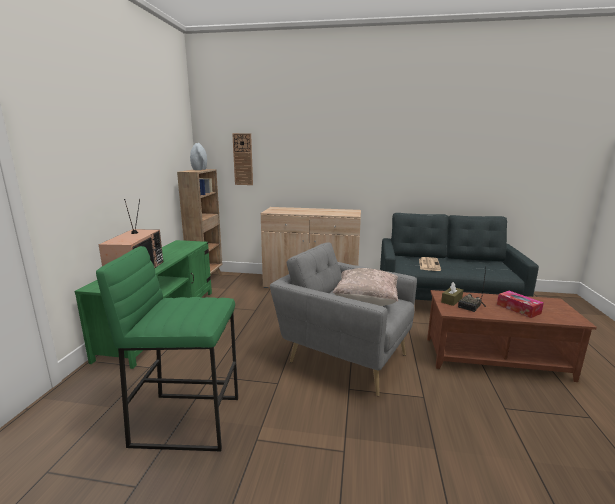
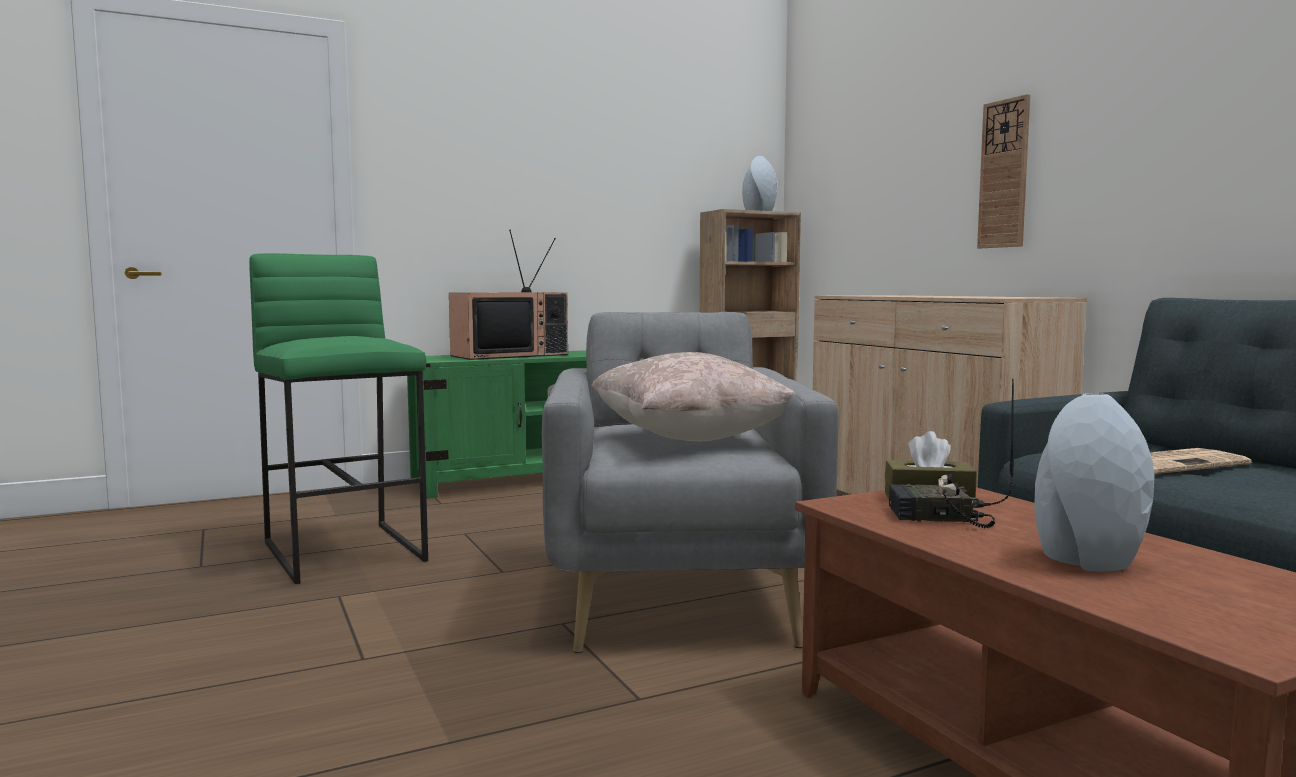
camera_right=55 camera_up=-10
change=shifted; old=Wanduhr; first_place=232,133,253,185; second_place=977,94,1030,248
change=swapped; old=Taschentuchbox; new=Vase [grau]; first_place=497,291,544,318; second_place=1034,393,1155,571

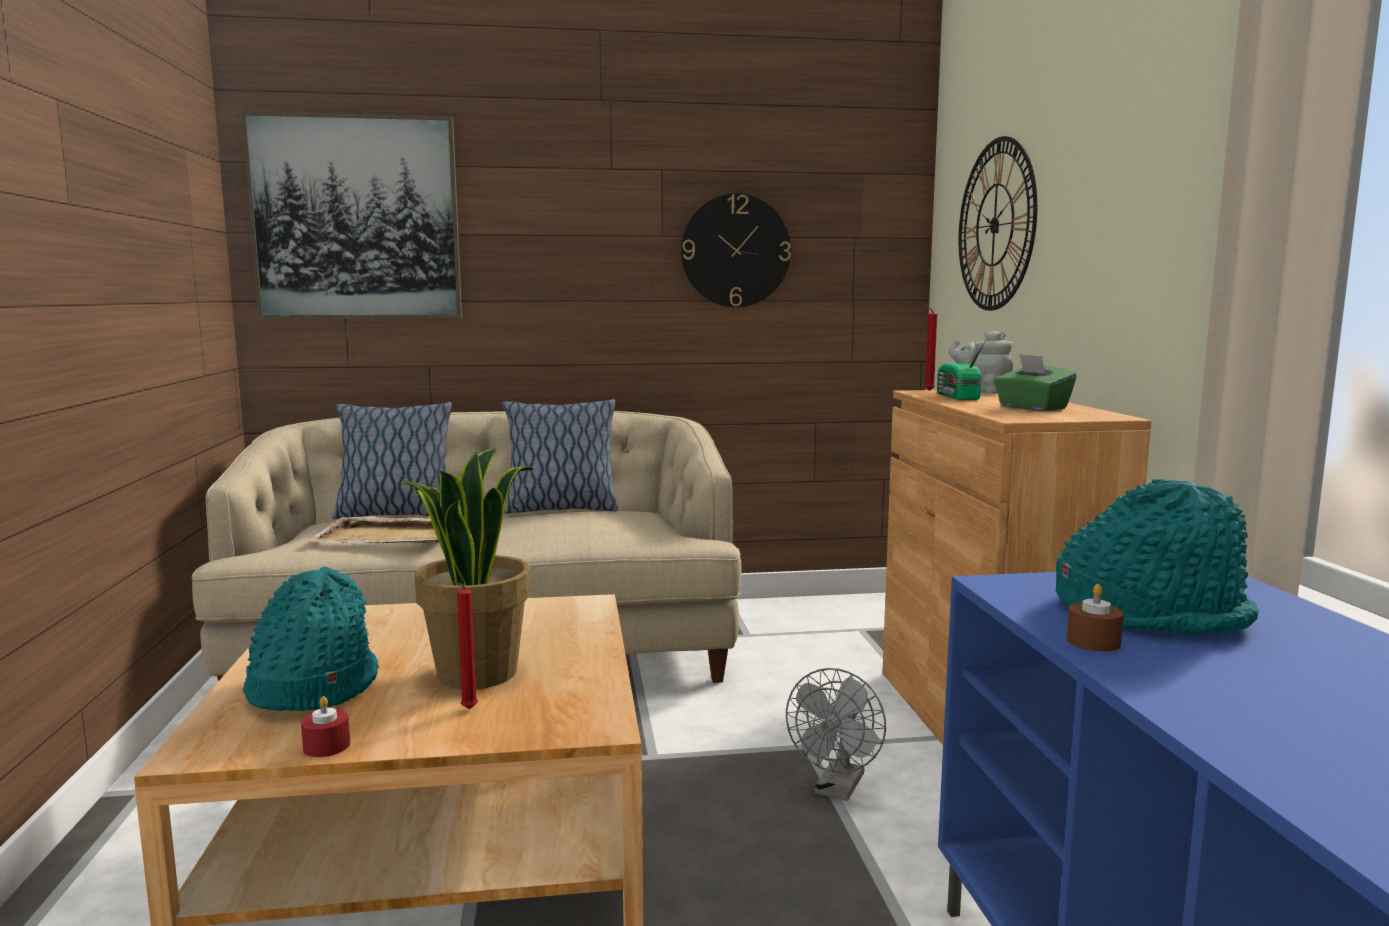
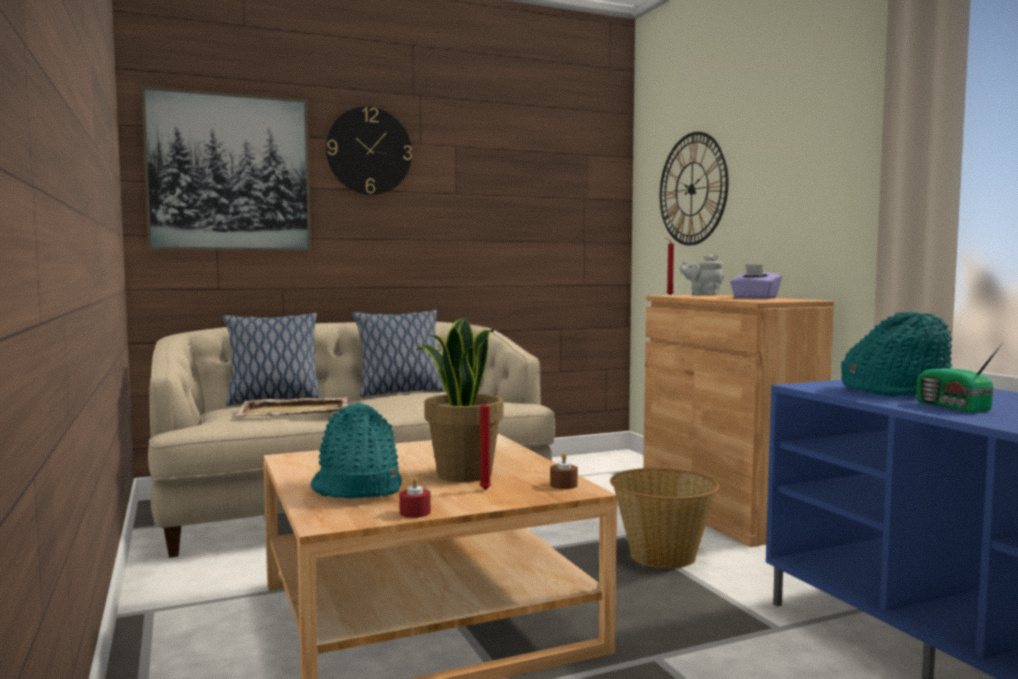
camera_right=-15 camera_up=-5
change=shifted; old=Wanduhr; first_place=681,193,791,307; second_place=326,106,412,195
change=shifted; old=Kerze [braun]; first_place=1067,584,1124,652; second_place=550,453,578,489
change=swapped; old=Ventilator [grau]; new=Korb; first_place=786,668,886,801; second_place=610,468,719,569
change=repainted; old=Taschentuchbox [grün]; new=Taschentuchbox [lila]; first_place=994,354,1077,411; second_place=730,264,782,299
change=shifted; old=Radio; first_place=937,339,986,400; second_place=917,344,1002,412

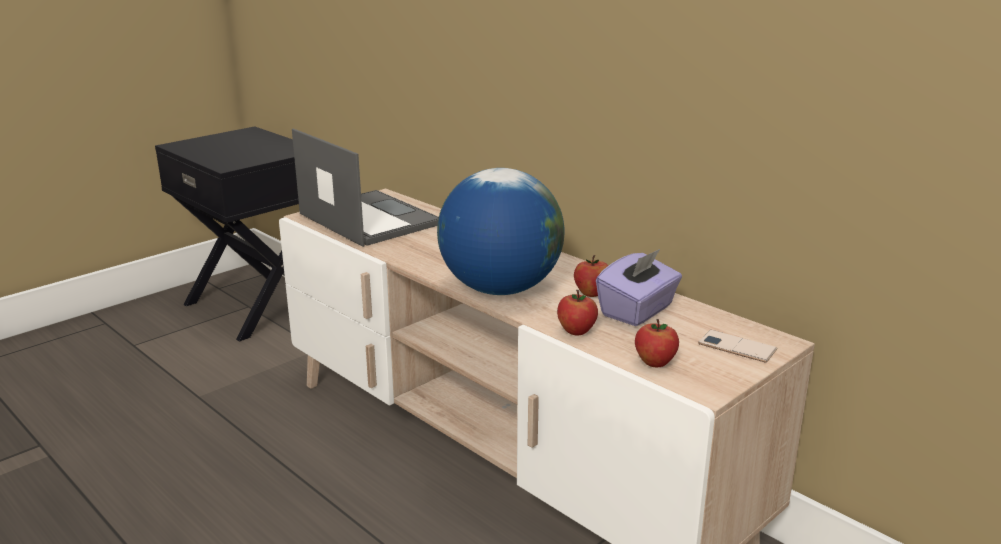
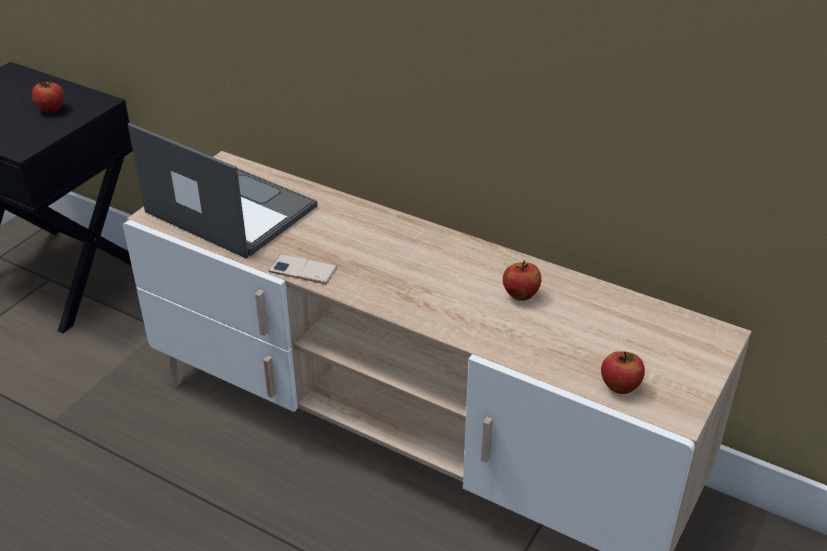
camera_right=-15 camera_up=15
change=shifted; old=Apfel; first_place=557,290,598,335; second_place=32,79,65,113
change=shifted; old=Handy; first_place=698,330,777,362; second_place=269,254,337,284
change=gone; old=Globus; first_place=437,168,565,295
change=gone; old=Taschentuchbox [lila]; first_place=596,249,682,326

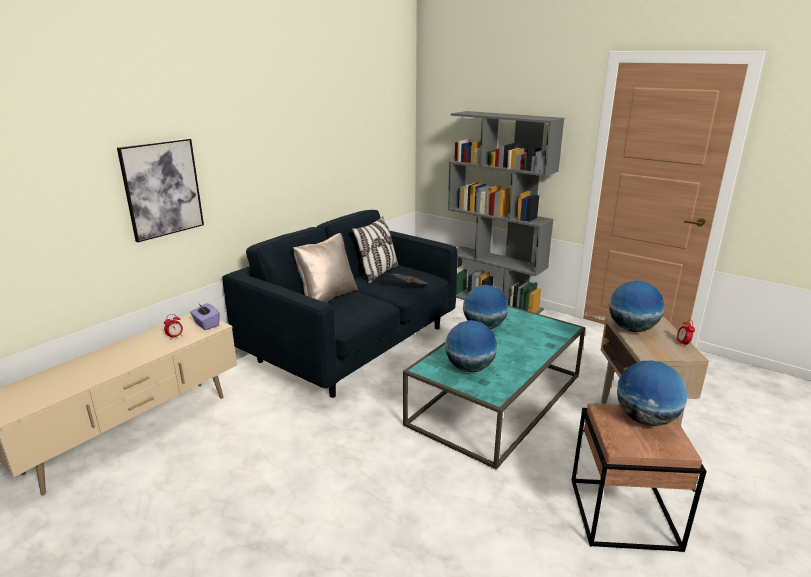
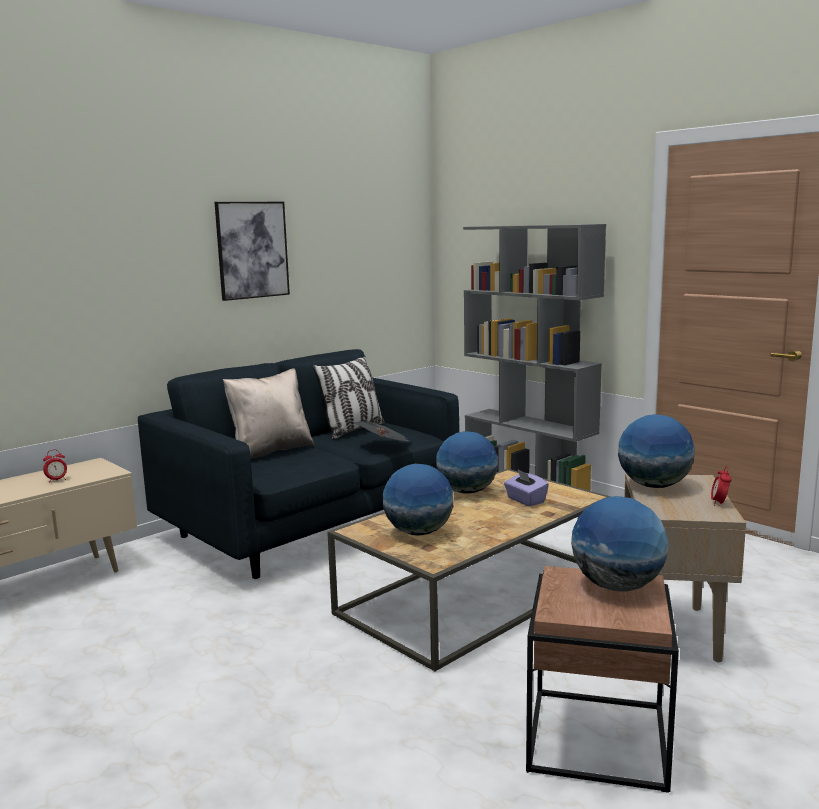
camera_right=10 camera_up=-10
change=shifted; old=Bild; first_place=117,138,204,242; second_place=214,202,290,301
change=repainted; old=Couchtisch [türkis]; new=Couchtisch [braun]; first_place=403,306,585,470; second_place=327,469,611,672
change=shifted; old=Taschentuchbox [lila]; first_place=190,303,220,330; second_place=504,470,549,507

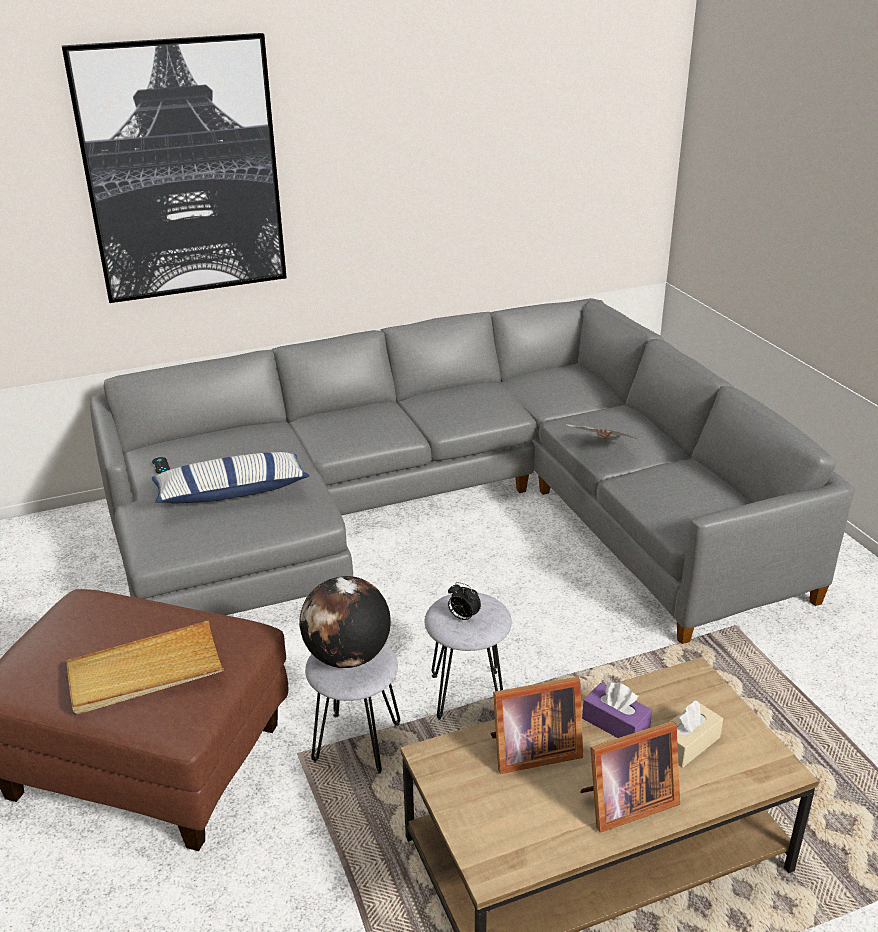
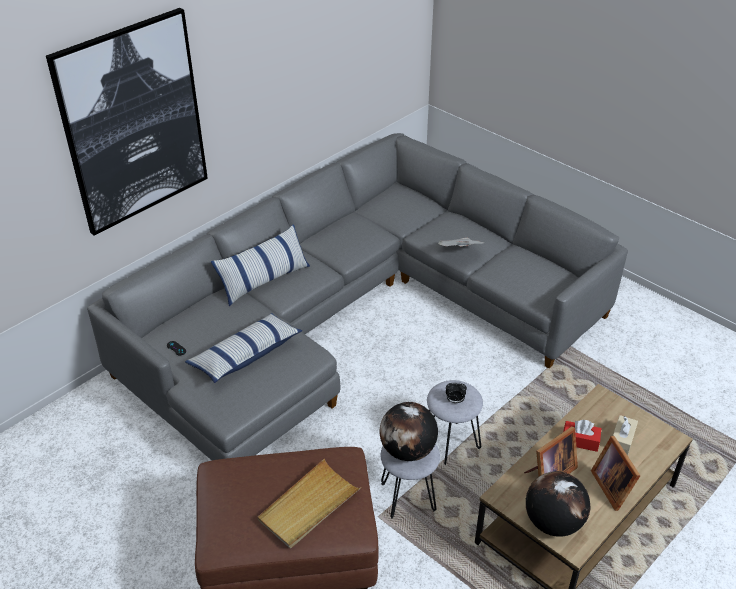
camera_right=-25 camera_up=10
change=new; new=Kissen; second_place=211,224,310,306
change=new; new=Globus; second_place=525,471,591,537
change=repainted; old=Taschentuchbox [lila]; new=Taschentuchbox [rot]; first_place=582,682,652,738; second_place=563,420,602,452
change=rotated; old=Bilderrahmen; first_place=580,721,680,833; second_place=591,436,641,511; degrees=120

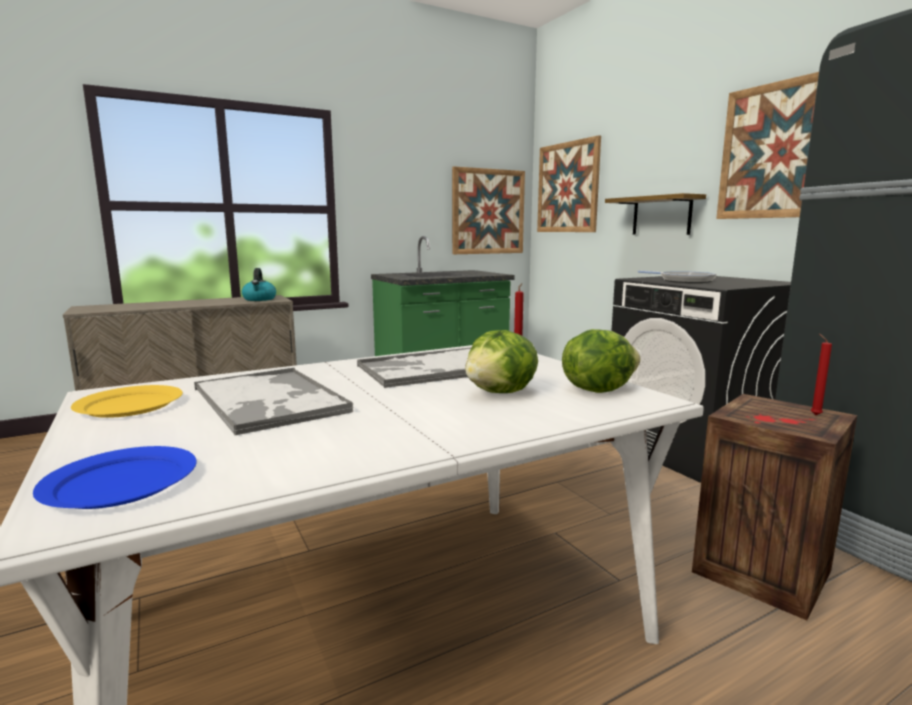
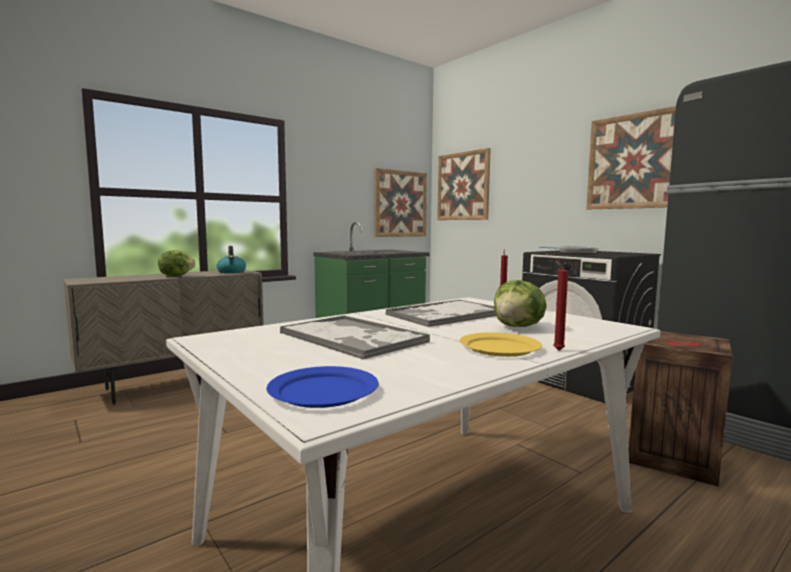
camera_right=-10 camera_up=-5
change=shifted; old=Salatkopf; first_place=562,329,641,393; second_place=158,250,196,277
change=shifted; old=Teller [gelb]; first_place=71,385,183,418; second_place=459,332,542,357
change=shifted; old=Kerze [rot]; first_place=811,334,832,415; second_place=553,261,568,350
change=gone; old=Wandregal; first_place=605,193,706,235

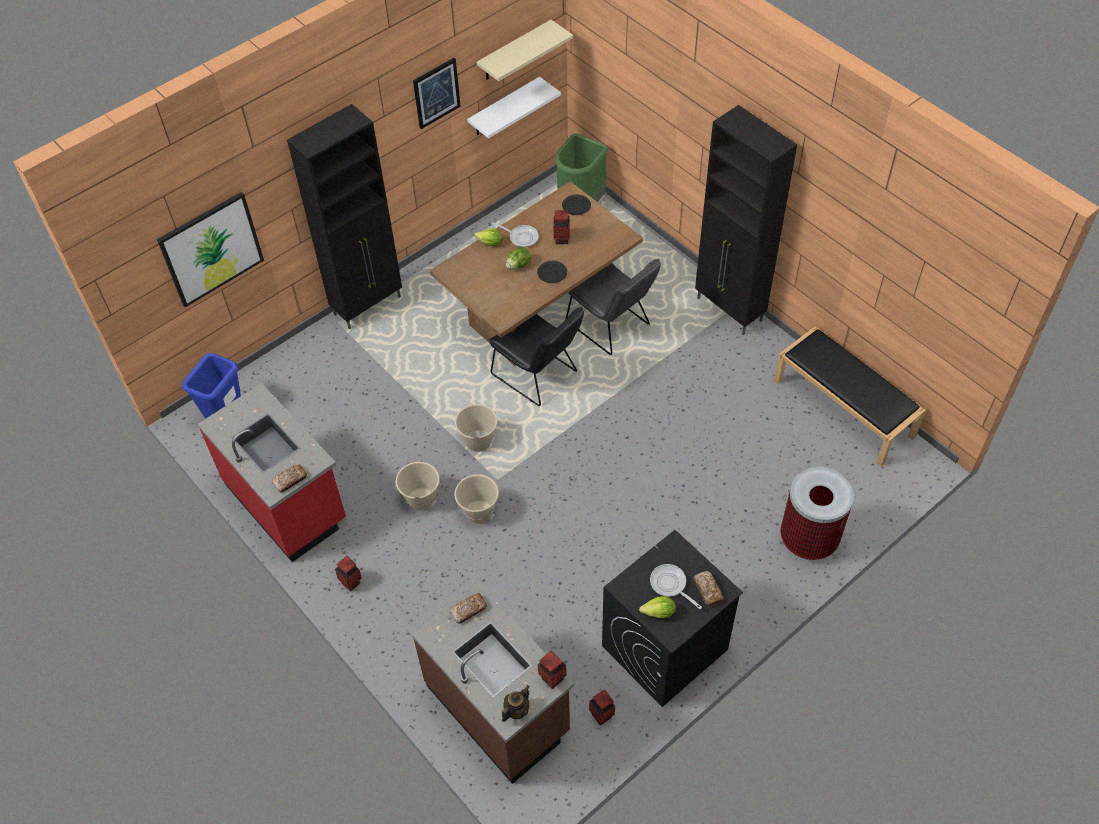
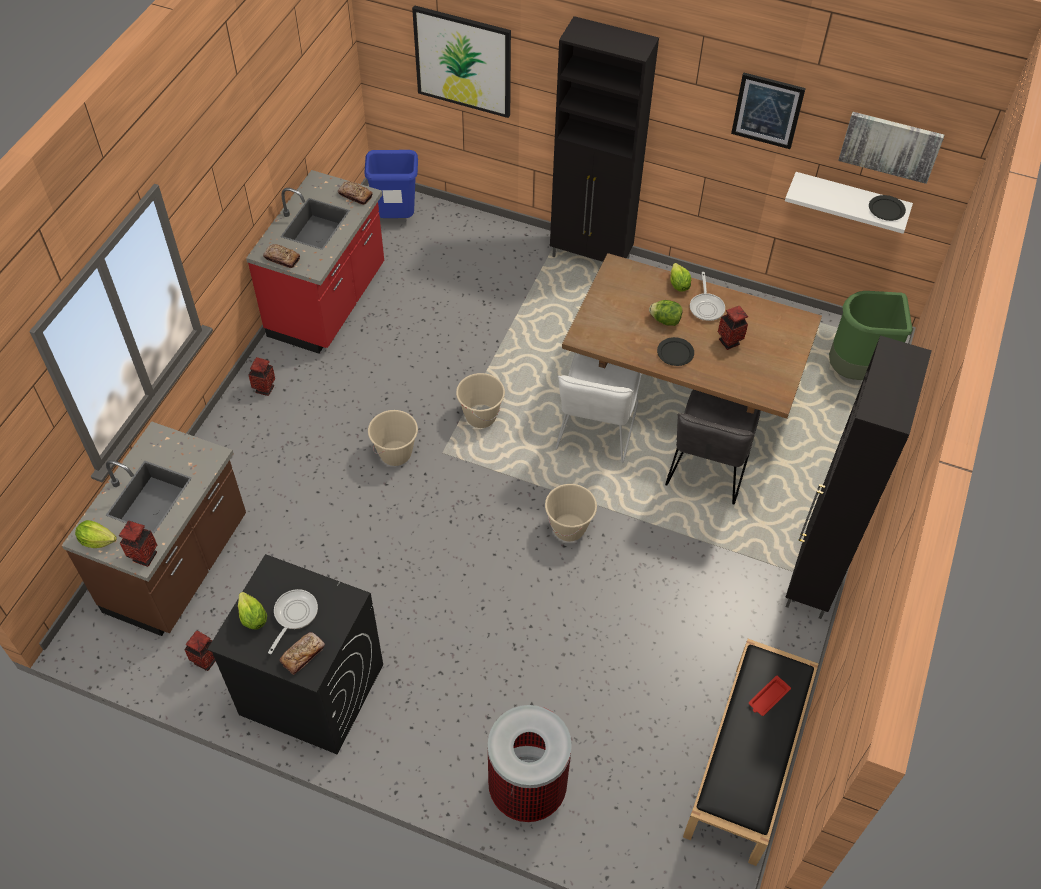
camera_right=60 camera_up=0
change=swapped; old=Teekanne; new=Salatkopf; first_place=502,685,530,722; second_place=75,520,117,548
change=shifted; old=Brot; first_place=449,593,487,624; second_place=338,181,373,205
change=shifted; old=Eimer [beige]; first_place=395,462,440,511; second_place=545,484,597,541
change=repainted; old=Stuhl [schwarz]; new=Stuhl [weiß]; first_place=489,306,584,406; second_place=555,353,642,463
change=new; new=Tablett [rot]; second_place=749,676,791,716
change=swapped; old=Wandregal [beige]; new=Bild; first_place=477,20,573,81; second_place=838,112,944,184
change=shifted; old=Teller [schwarz]; first_place=562,195,591,215; second_place=869,195,906,221

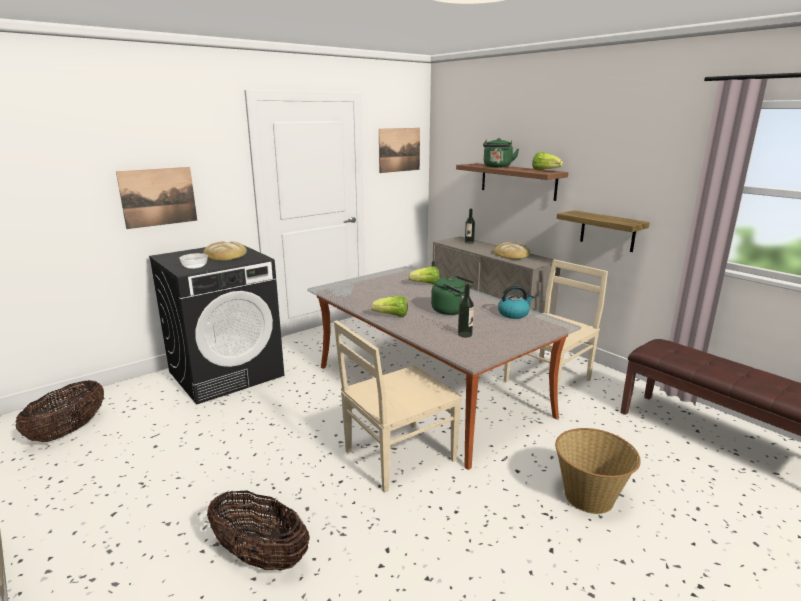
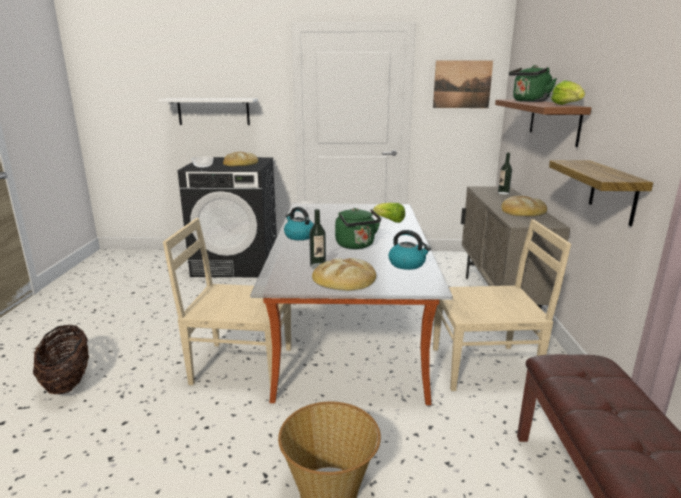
camera_right=40 camera_up=0
change=swapped; old=Bild; new=Wandregal [weiß]; first_place=116,167,197,229; second_place=158,98,258,125
change=swapped; old=Salatkopf; new=Wasserkessel; first_place=371,296,408,317; second_place=284,207,314,240
change=new; new=Brot; second_place=312,258,376,291
change=gone; old=Korb; first_place=16,380,104,442

